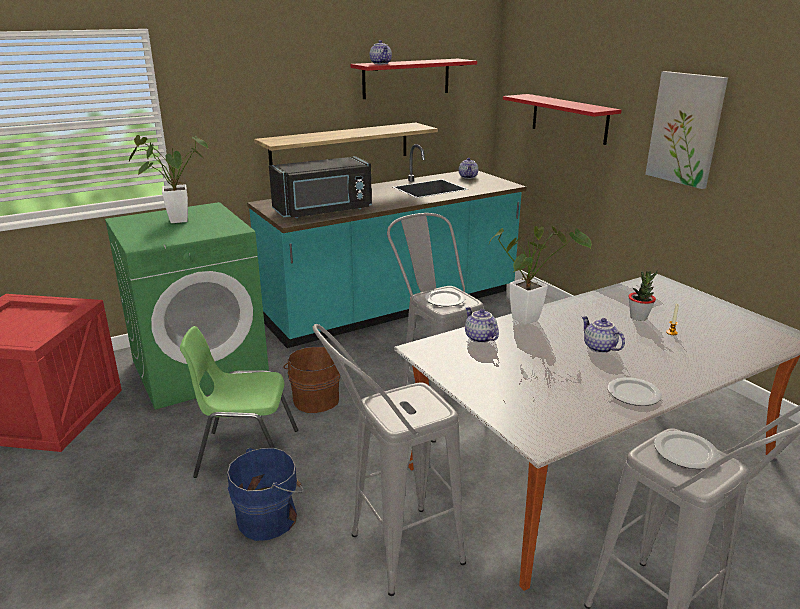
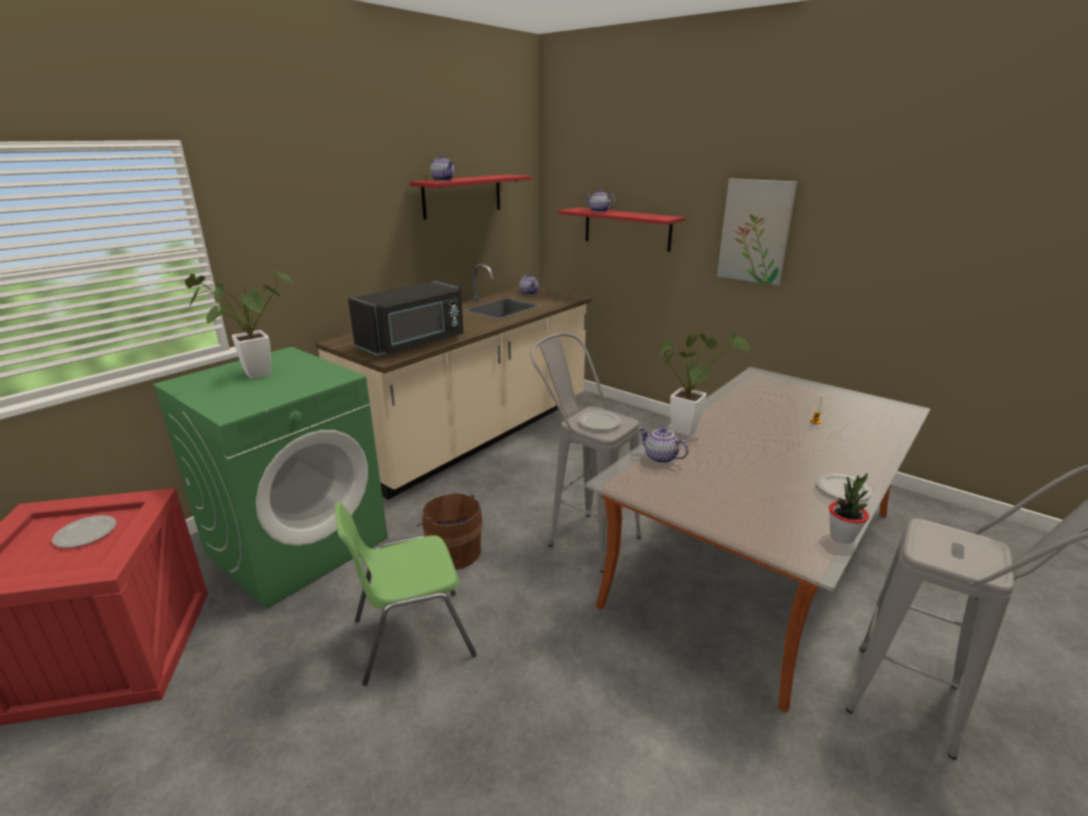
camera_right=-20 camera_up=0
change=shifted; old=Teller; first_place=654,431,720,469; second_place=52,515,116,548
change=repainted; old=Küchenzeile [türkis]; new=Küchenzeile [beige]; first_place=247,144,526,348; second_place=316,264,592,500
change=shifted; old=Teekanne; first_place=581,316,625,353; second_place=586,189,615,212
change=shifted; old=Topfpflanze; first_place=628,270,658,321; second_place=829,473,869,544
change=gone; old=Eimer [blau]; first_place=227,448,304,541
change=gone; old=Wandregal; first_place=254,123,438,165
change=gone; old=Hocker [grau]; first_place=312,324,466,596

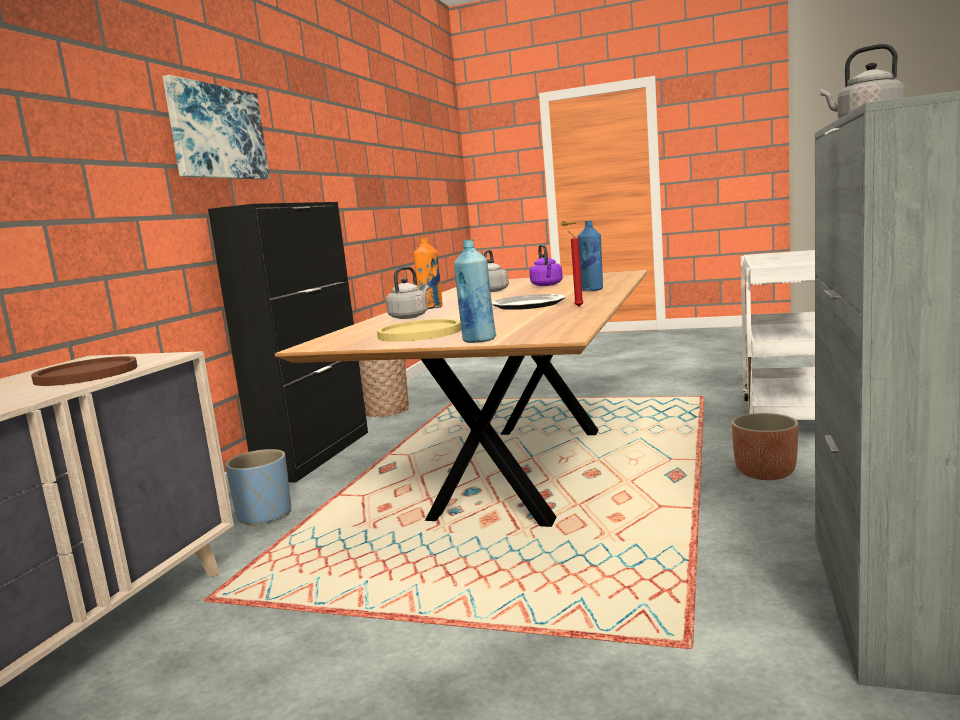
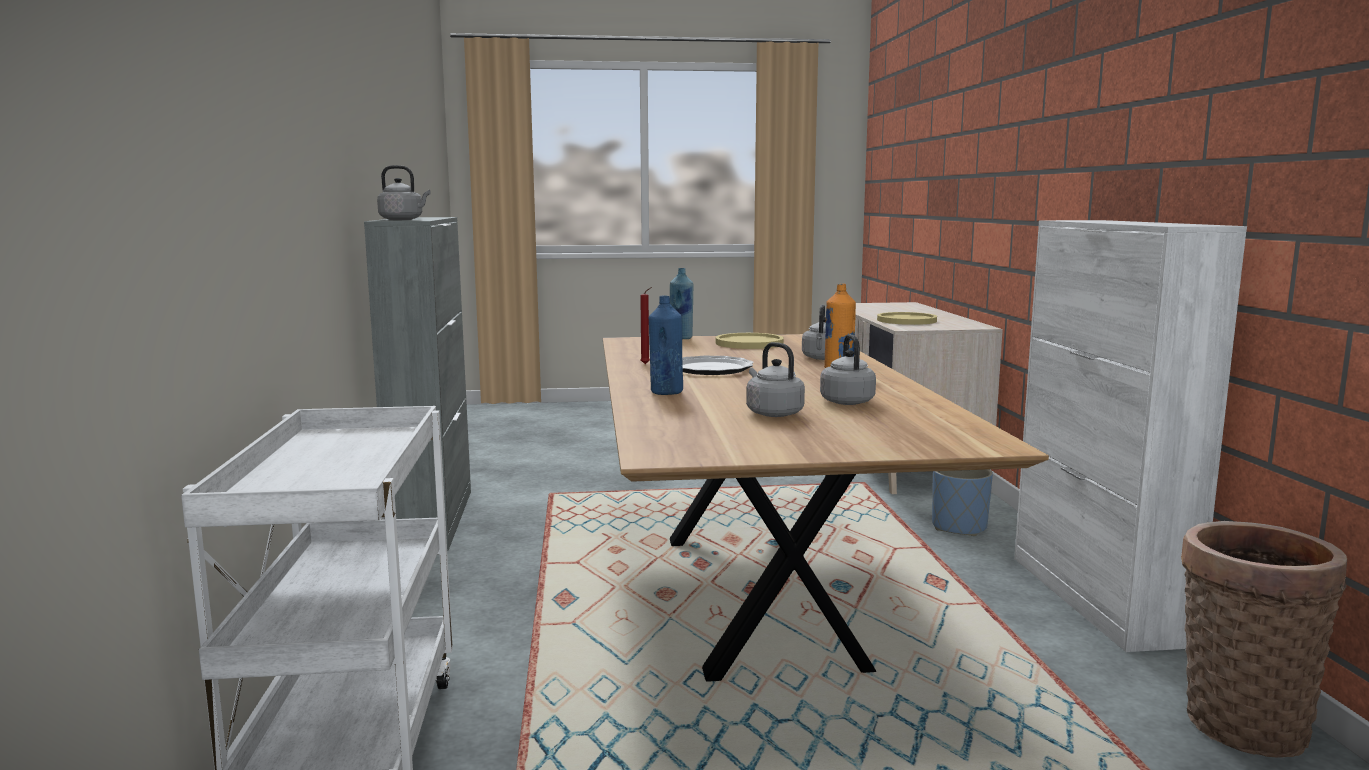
camera_right=155 camera_up=0
change=repainted; old=Wasserkessel [lila]; new=Wasserkessel [grau]; first_place=529,244,563,286; second_place=746,342,805,417
change=repainted; old=Teller [braun]; new=Teller [gelb]; first_place=31,356,138,386; second_place=877,312,937,325
change=repainted; old=Schrank [schwarz]; new=Schrank [weiß]; first_place=208,202,368,483; second_place=1014,220,1247,652
change=gone; old=Bild; first_place=162,75,270,179
change=gone; old=Pflanzkübel; first_place=732,413,799,480

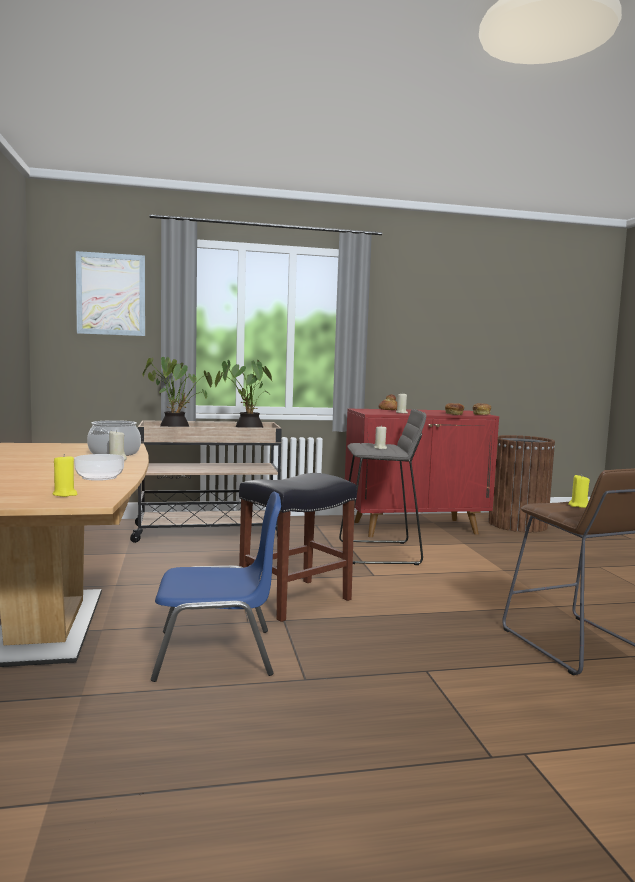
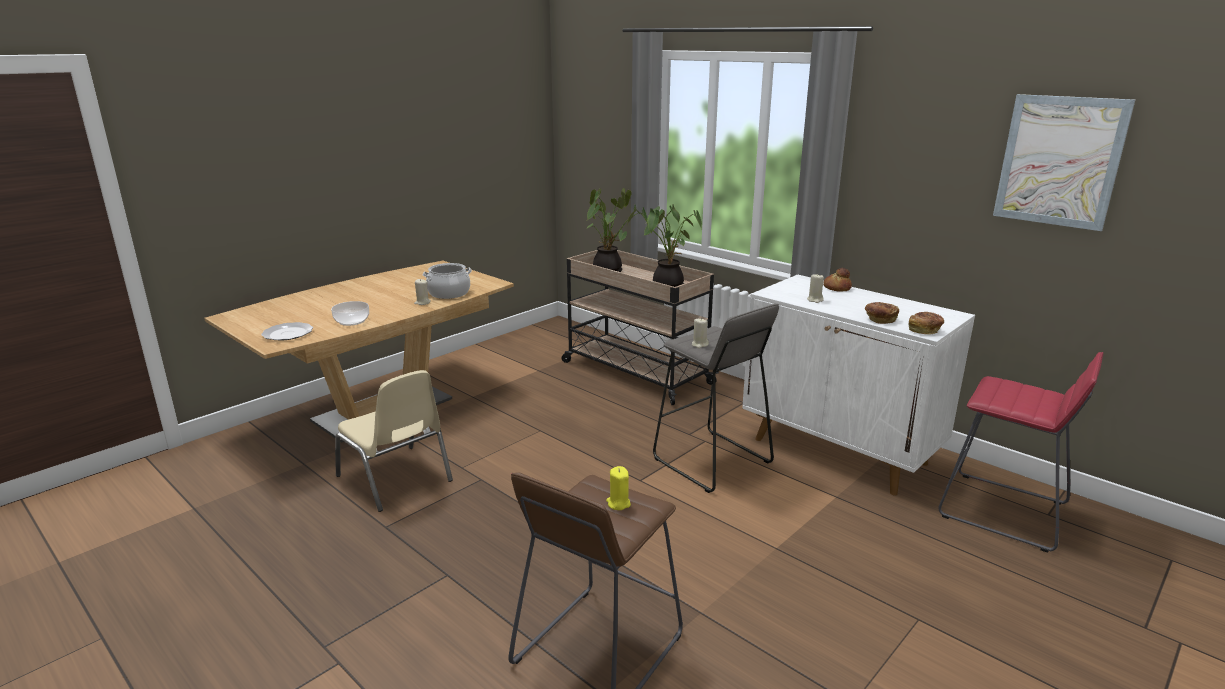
camera_right=55 camera_up=15
change=swapped; old=Kerze [gelb]; new=Teller; first_place=53,454,77,497; second_place=261,322,313,340
change=repainted; old=Stuhl [blau]; new=Stuhl [beige]; first_place=151,492,281,682; second_place=335,370,453,512
change=repainted; old=Schrank [rot]; new=Schrank [weiß]; first_place=345,409,499,537; second_place=742,274,975,495
change=swapped; old=Mülleimer [braun]; new=Hocker [rot]; first_place=488,435,555,532; second_place=939,352,1104,553
change=shifted; old=Bild; first_place=76,251,145,336; second_place=993,94,1135,231
change=gone; old=Hocker [schwarz]; first_place=239,473,357,622

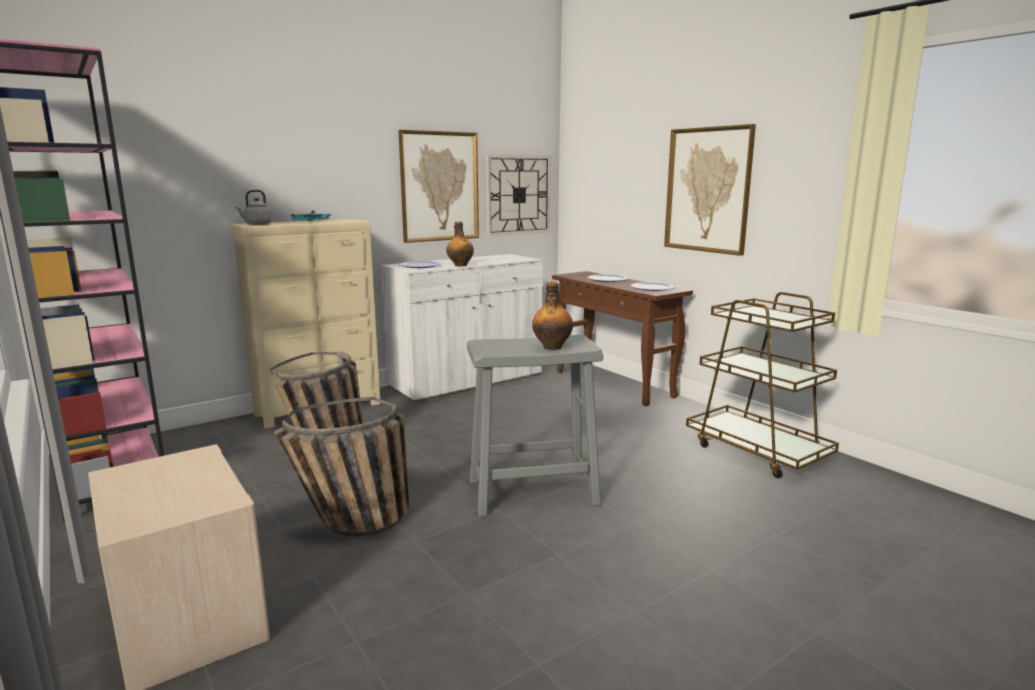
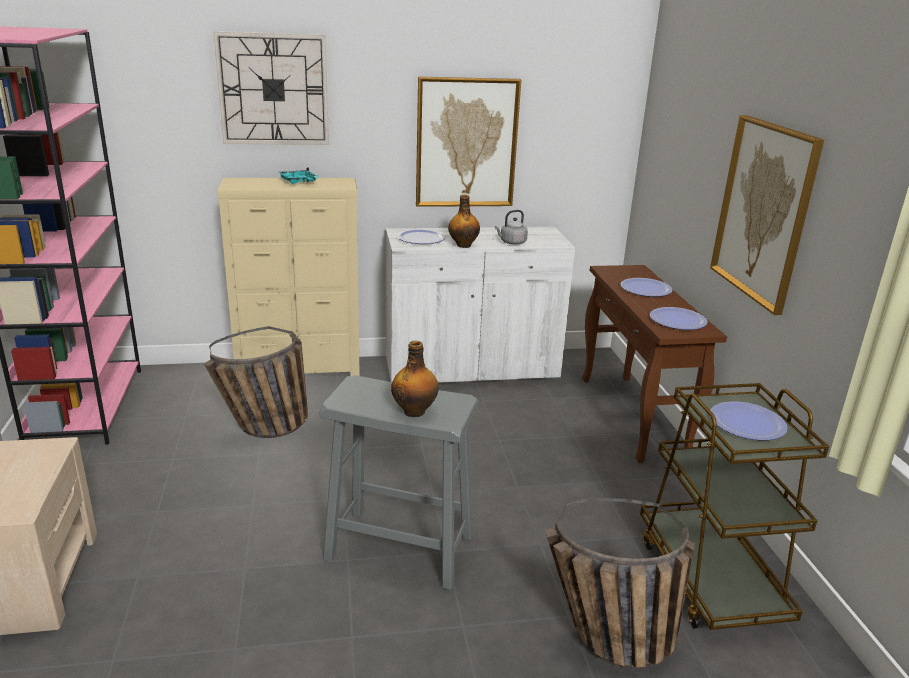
camera_right=25 camera_up=10
change=shifted; old=Wanduhr; first_place=486,155,551,236; second_place=213,31,329,145
change=shifted; old=Wasserkessel [grau]; first_place=235,190,273,225; second_place=495,210,528,245
change=shifted; old=Korb; first_place=273,397,409,536; second_place=545,498,695,668
change=new; new=Teller; second_place=710,401,788,440

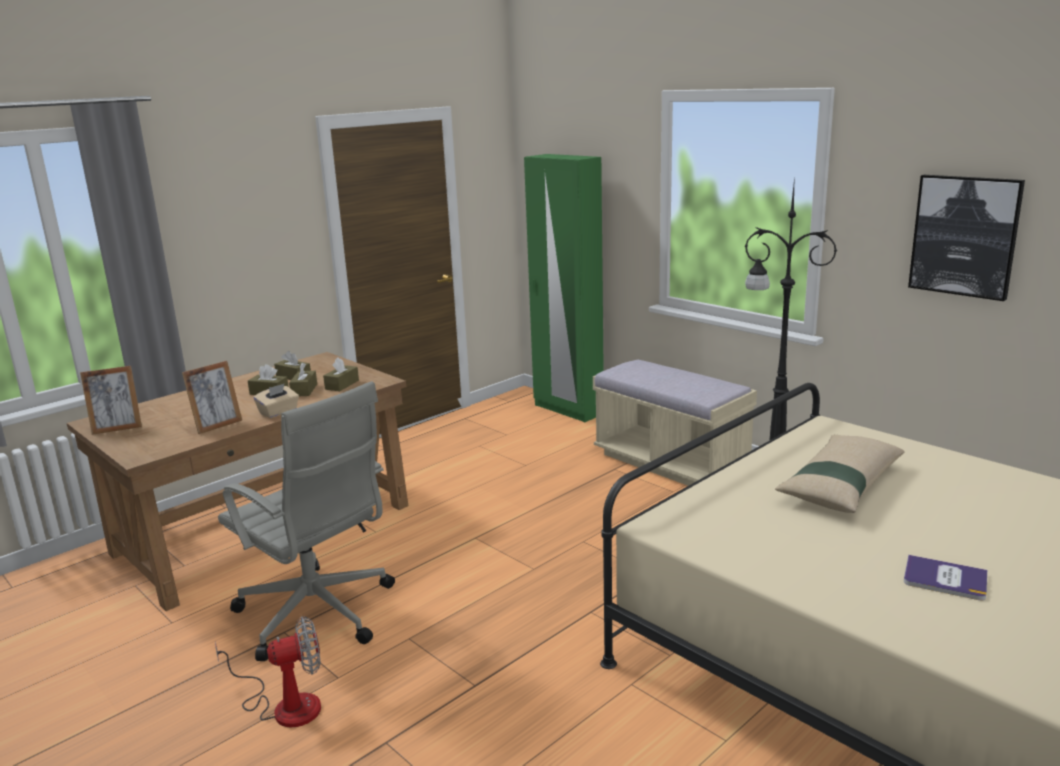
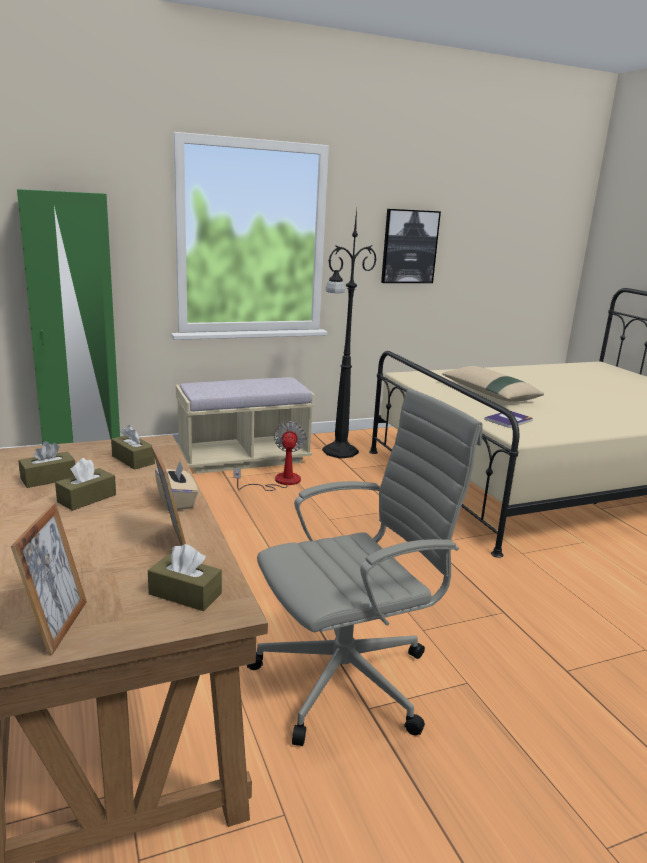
camera_right=-70 camera_up=0
change=shifted; old=Taschentuchbox [braun]; first_place=289,362,317,396; second_place=148,544,222,611
change=shifted; old=Ventilator; first_place=215,616,321,727; second_place=233,422,306,491
change=shifted; old=Buch; first_place=904,555,987,600; second_place=484,410,533,428

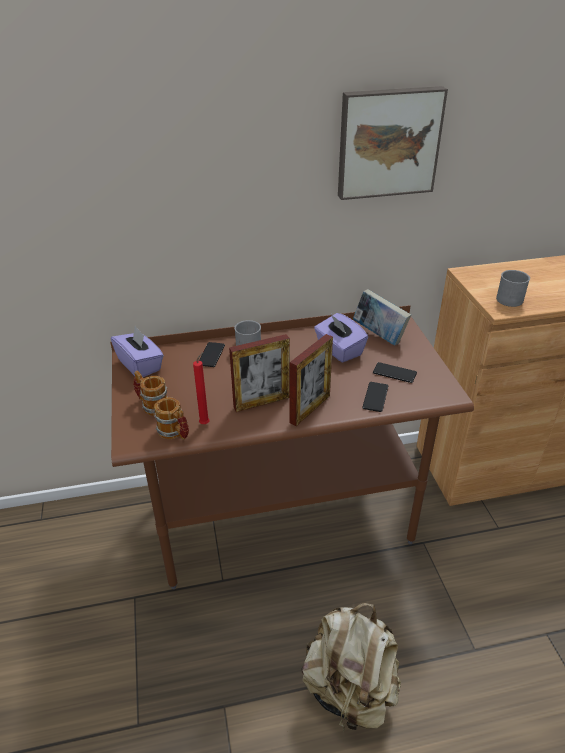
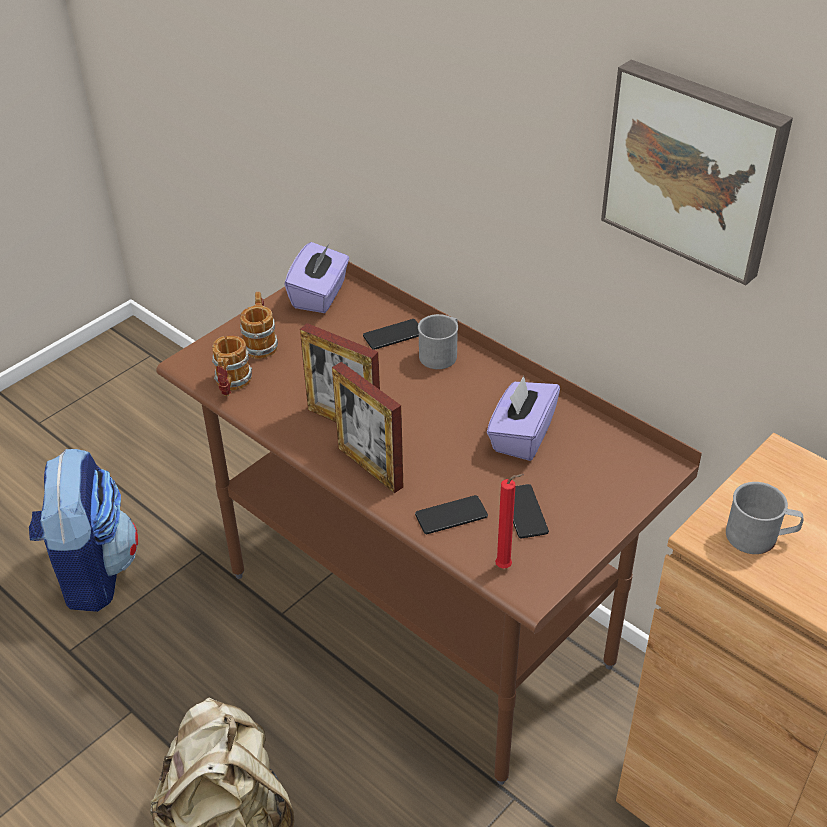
camera_right=55 camera_up=5
change=new; new=Rucksack; second_place=29,449,138,612
change=rotated; old=Bilderrahmen; first_place=290,334,333,426; second_place=332,362,403,493; degrees=45
change=shifted; old=Kerze [rot]; first_place=193,351,209,424; second_place=495,474,524,568
change=gone; old=Buch; first_place=353,289,411,345

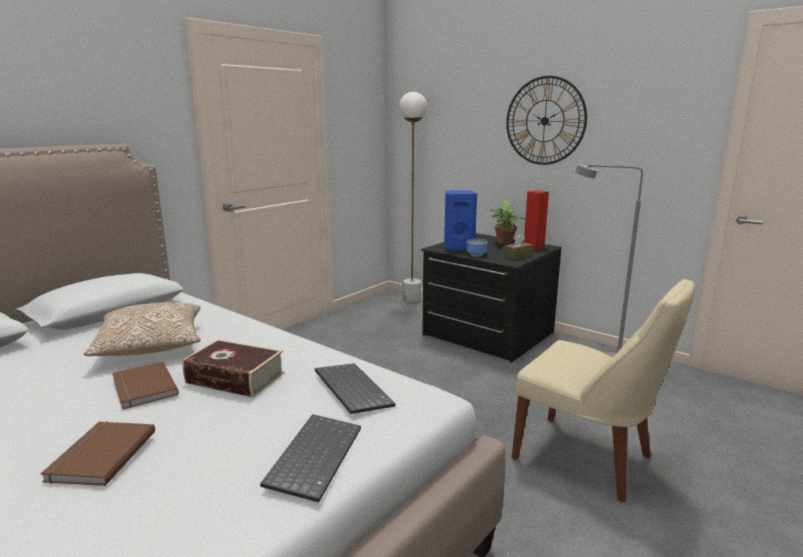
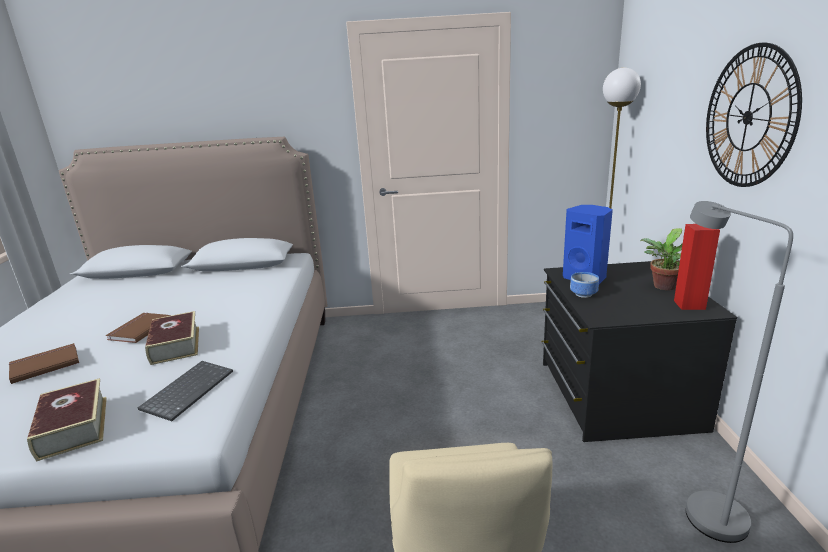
camera_right=50 camera_up=5
change=swapped; old=Tastatur; new=Buch; first_place=260,414,361,502; second_place=27,378,107,461
change=gone; old=Kissen; first_place=84,302,201,356
change=gone; old=Taschentuchbox [braun]; first_place=503,234,533,260

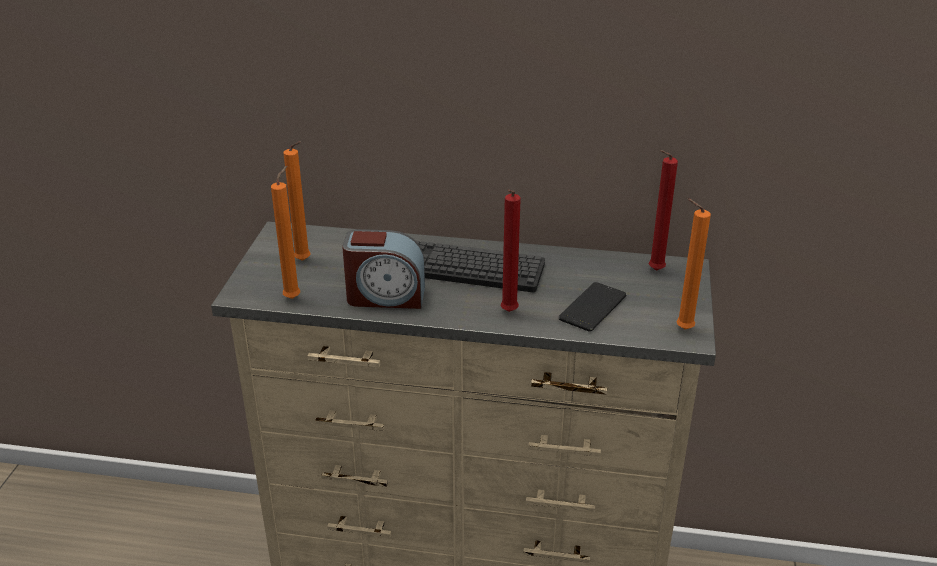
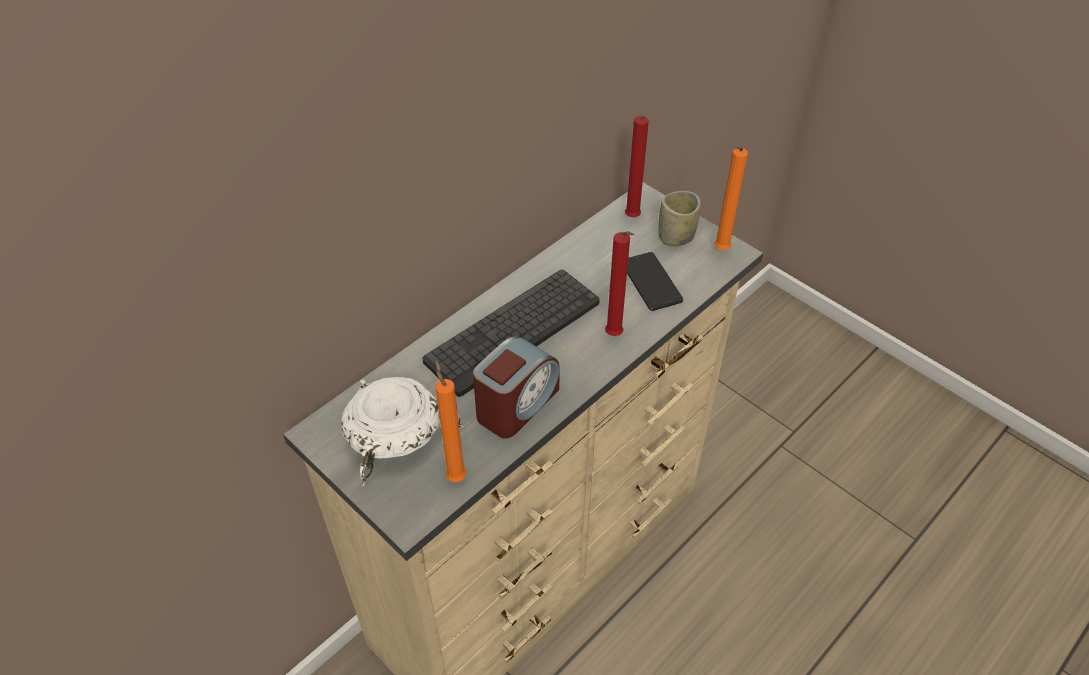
camera_right=-55 camera_up=15
change=swapped; old=Kerze [orange]; new=Schüssel [weiß]; first_place=284,141,310,261; second_place=341,377,464,486
change=new; new=Tasse; second_place=659,191,701,246

